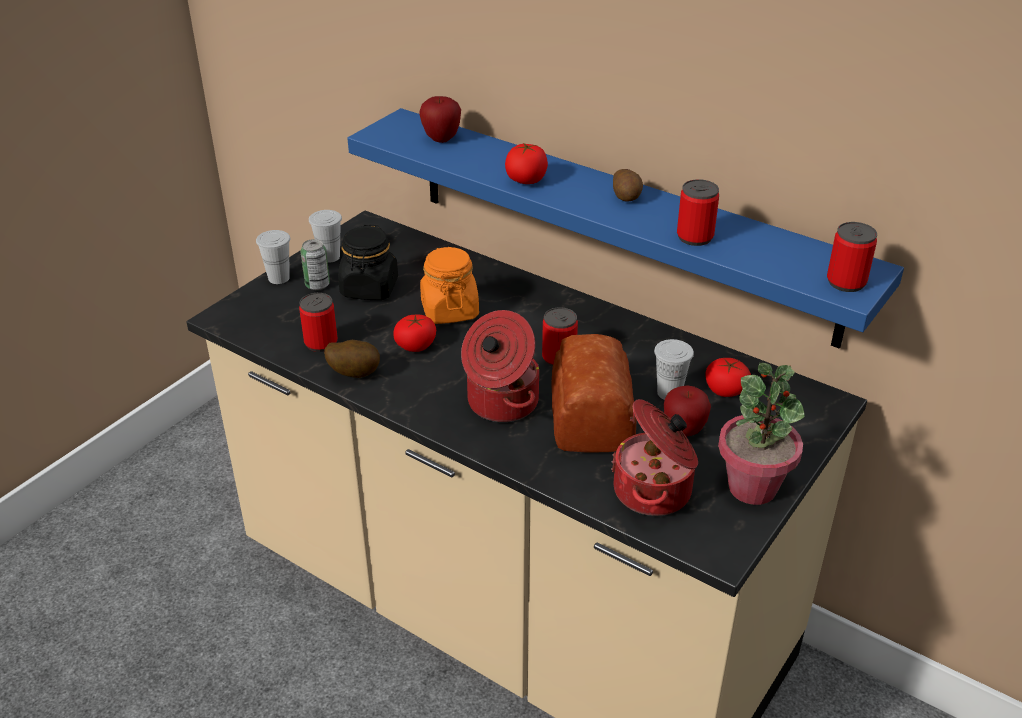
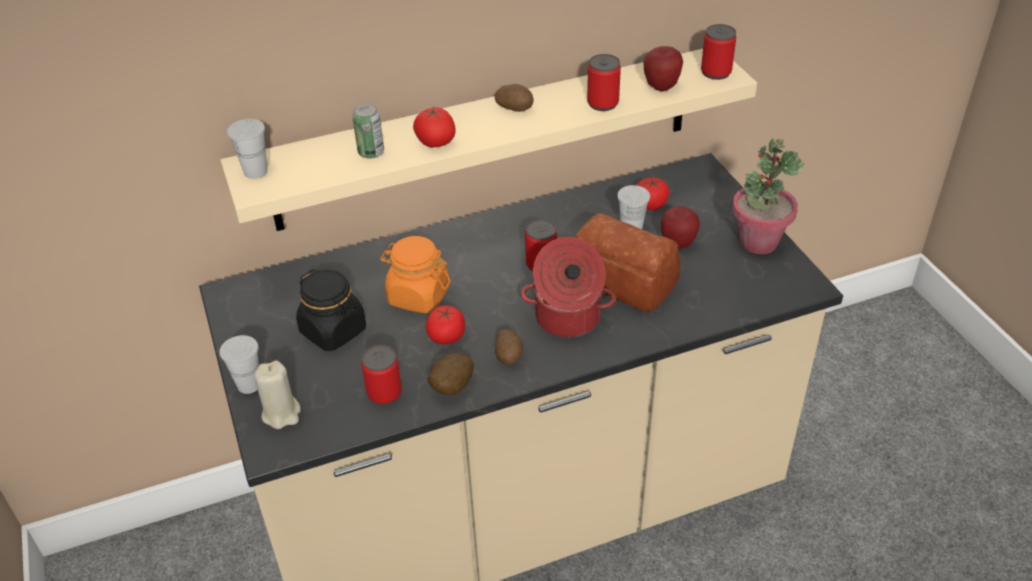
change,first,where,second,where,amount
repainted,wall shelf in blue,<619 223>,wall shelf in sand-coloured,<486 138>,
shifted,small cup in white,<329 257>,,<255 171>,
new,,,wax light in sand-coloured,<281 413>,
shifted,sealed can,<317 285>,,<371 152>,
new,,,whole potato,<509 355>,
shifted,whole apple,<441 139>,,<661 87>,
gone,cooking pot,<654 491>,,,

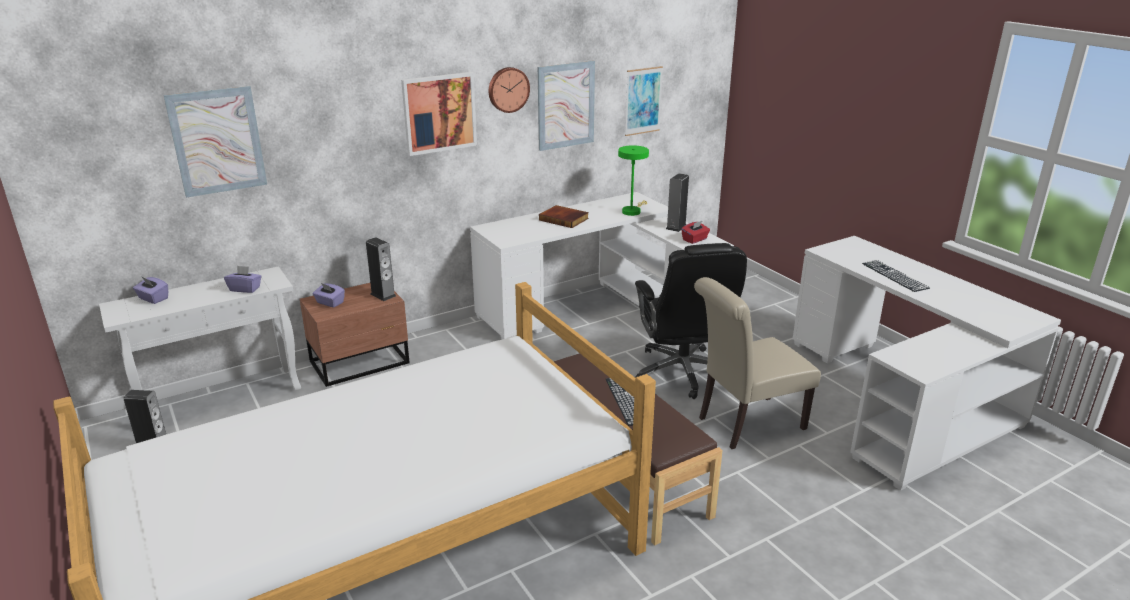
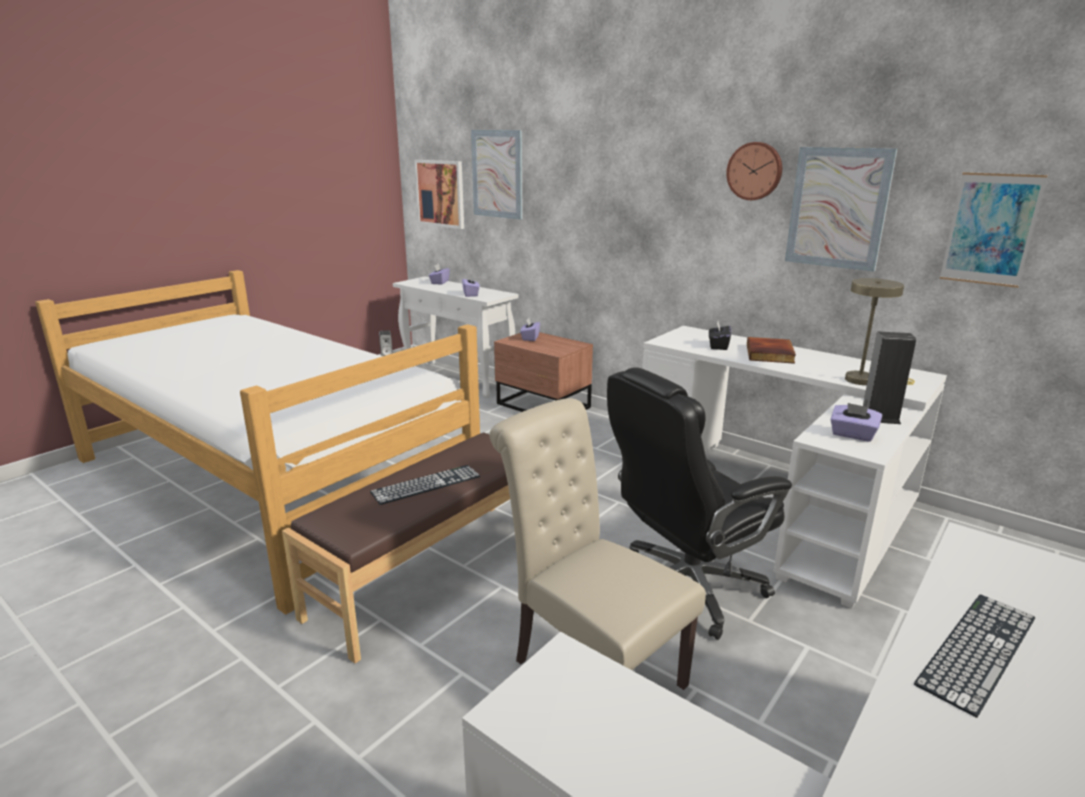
change,first,where,second,where,amount
shifted,picture,<439 113>,,<440 193>,
new,,,tissue holder in black-coloured,<718 346>,
repainted,tissue holder in red-coloured,<695 240>,tissue holder in purple-coloured,<852 435>,
repainted,lamp for a table in greenish,<632 211>,lamp for a table in sand-coloured,<865 380>,
gone,loudspeaker,<383 295>,,,

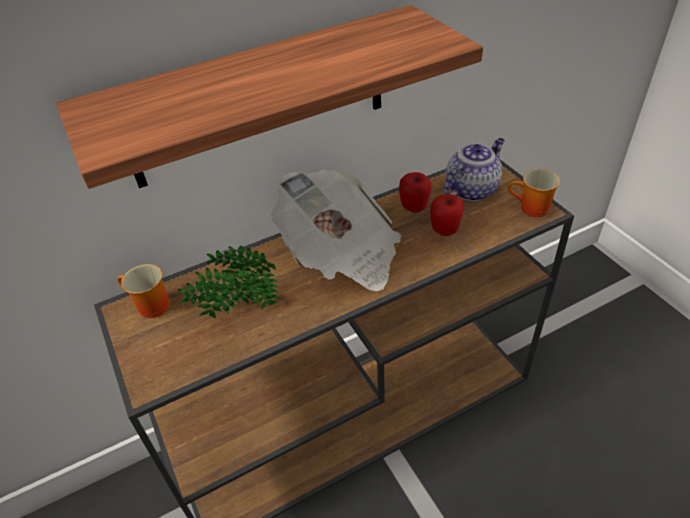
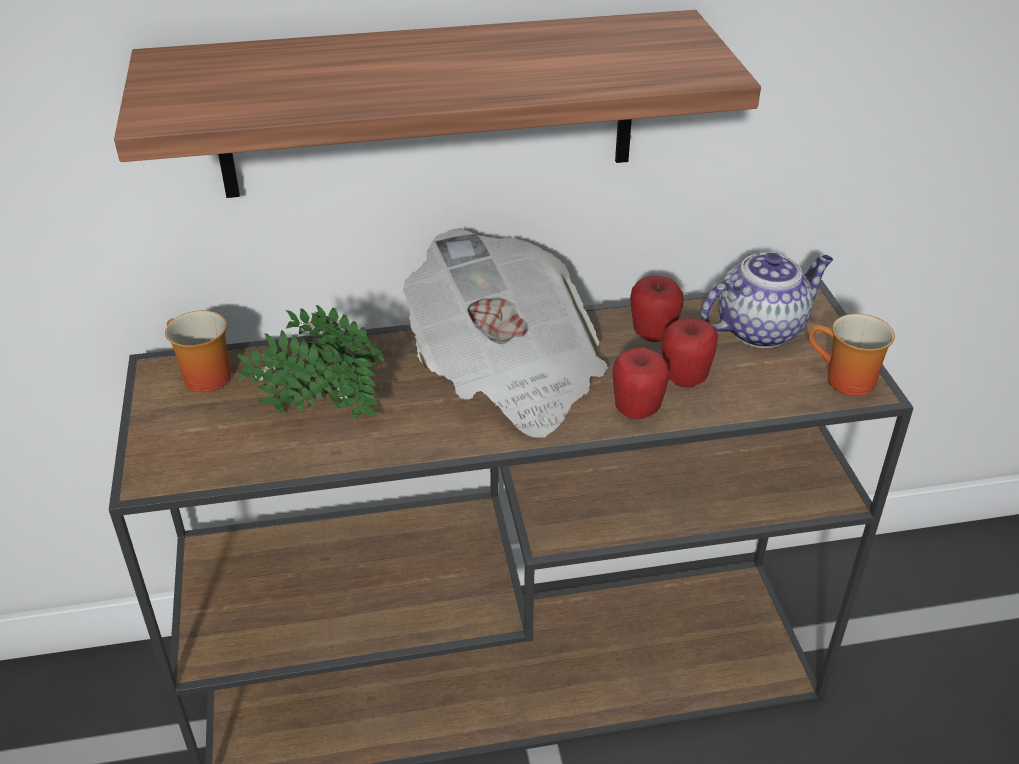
change,first,where,second,where,amount
new,,,whole apple,<637 411>,

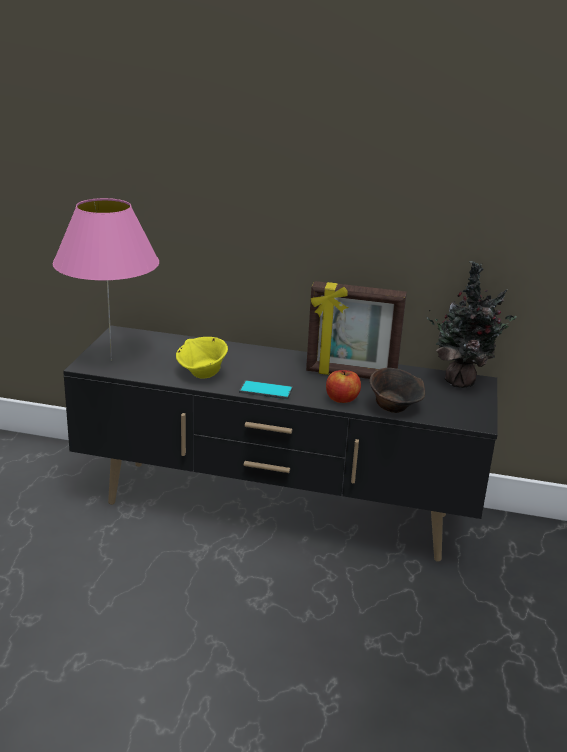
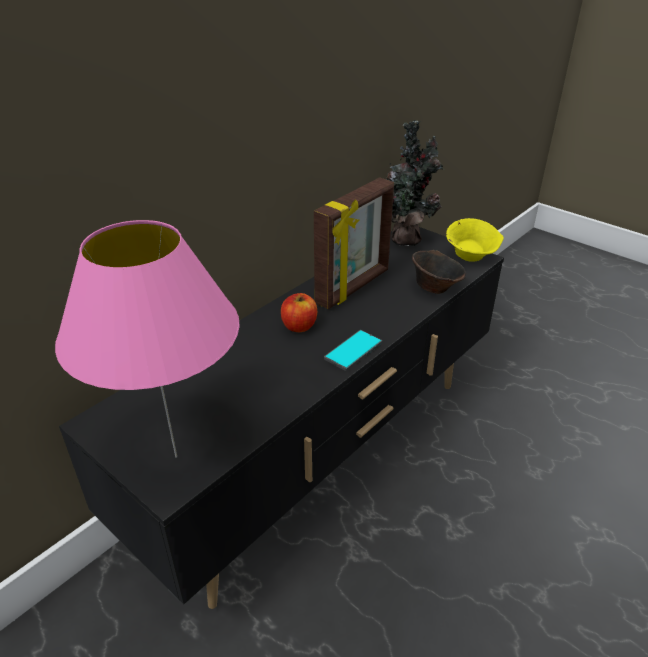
change,first,where,second,where,amount
shifted,whole apple,<342 399>,,<299 326>,
shifted,deep dish in yellowish,<202 374>,,<471 257>,

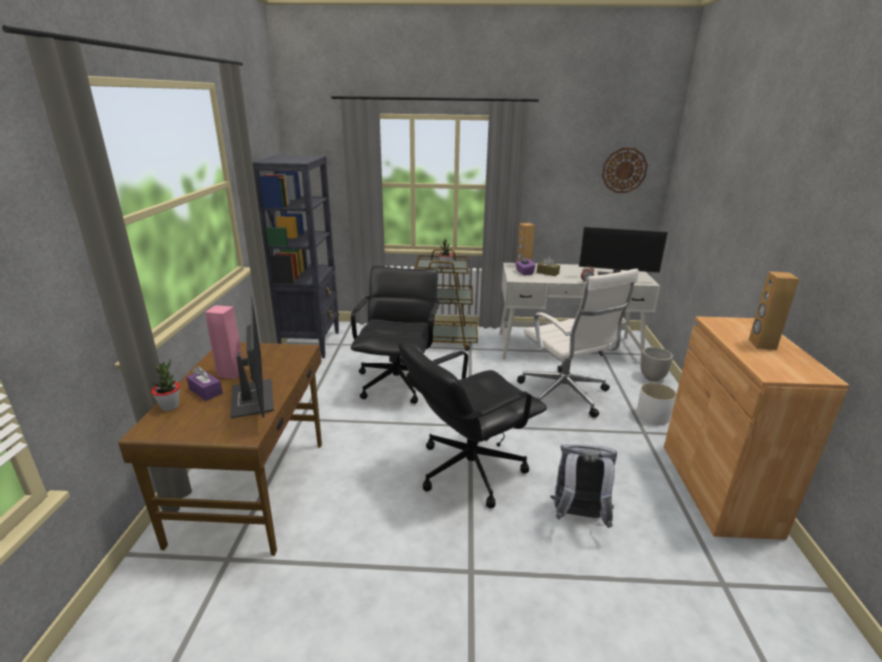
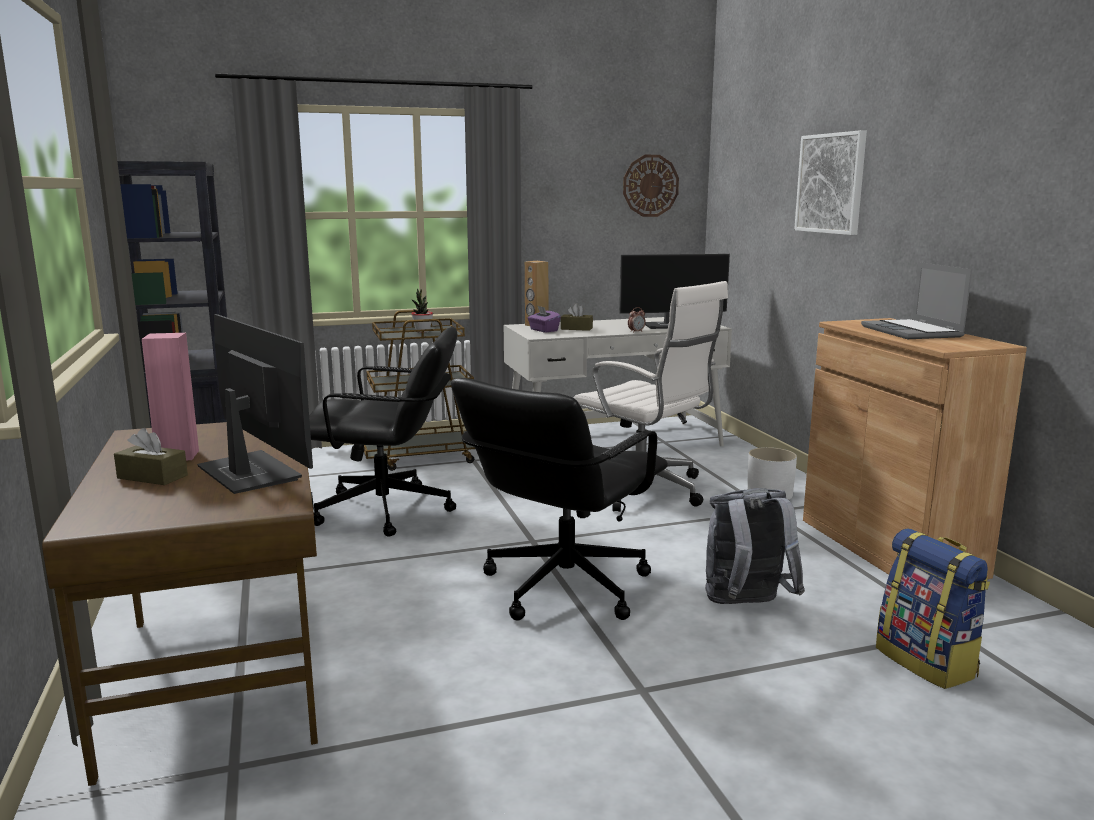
change,first,where,second,where,amount
repainted,tissue holder in purple-coloured,<206 391>,tissue holder in brownish,<152 477>,
rotated,desk chair in black-coloured,<398 382>,,<385 511>,105 degrees clockwise
new,,,picture,<831 183>,
swapped,loudspeaker in brownish,<761 344>,notebook computer,<913 332>,
new,,,rucksack,<927 662>,
gone,houseplant,<170 406>,,,
gone,plant pot,<652 377>,,,

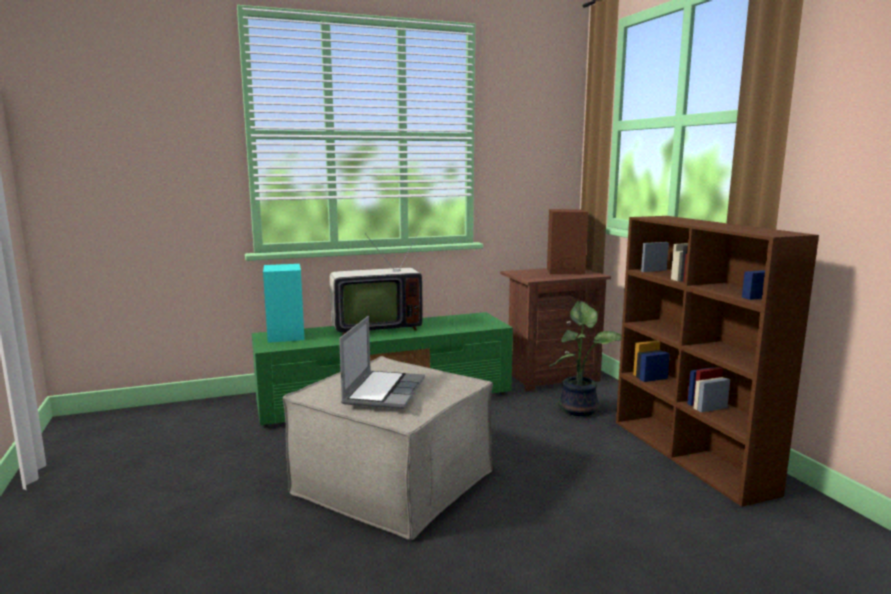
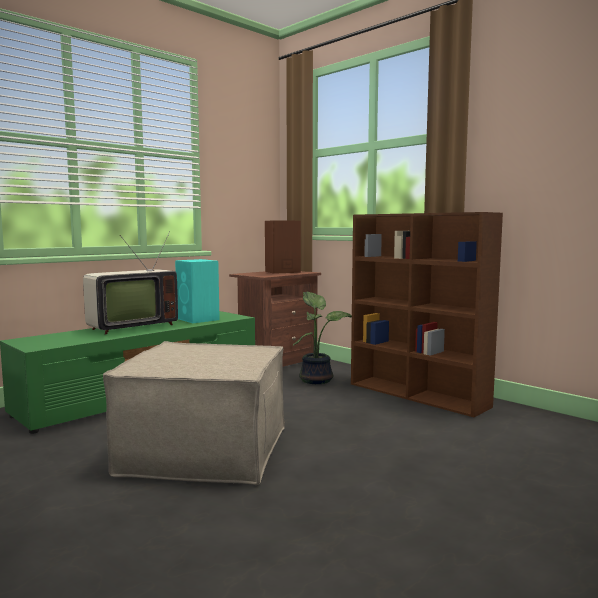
change,first,where,second,where,amount
shifted,loudspeaker in turquoise,<286 336>,,<198 319>,
gone,notebook computer,<383 391>,,,

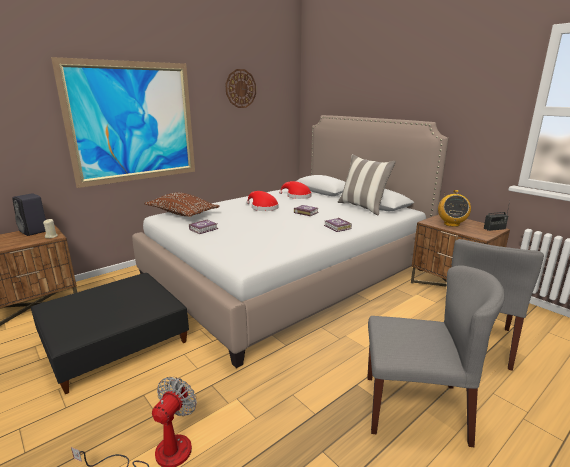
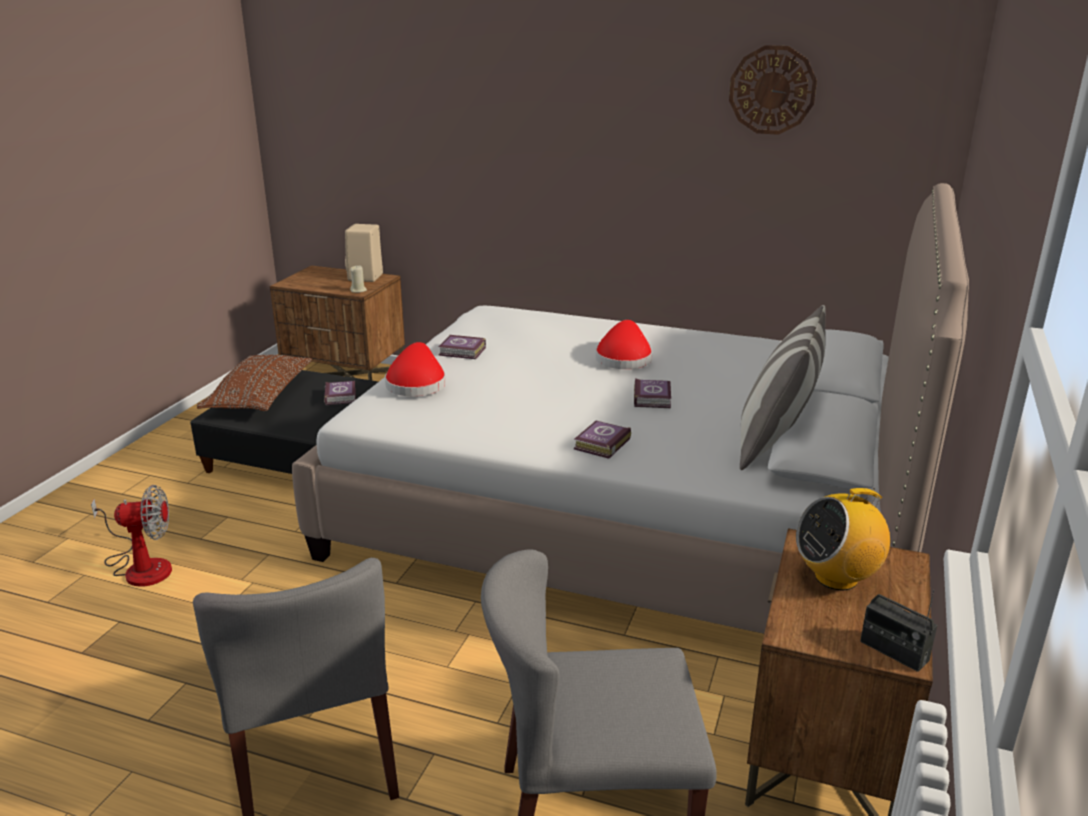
change,first,where,second,where,amount
shifted,throw pillow in brownish,<182 213>,,<259 397>,
new,,,book,<341 396>,
repainted,loudspeaker in black-coloured,<35 231>,loudspeaker in sand-coloured,<365 277>,
shifted,clothing hat in red-coloured,<297 196>,,<416 383>,
gone,picture,<133 122>,,,

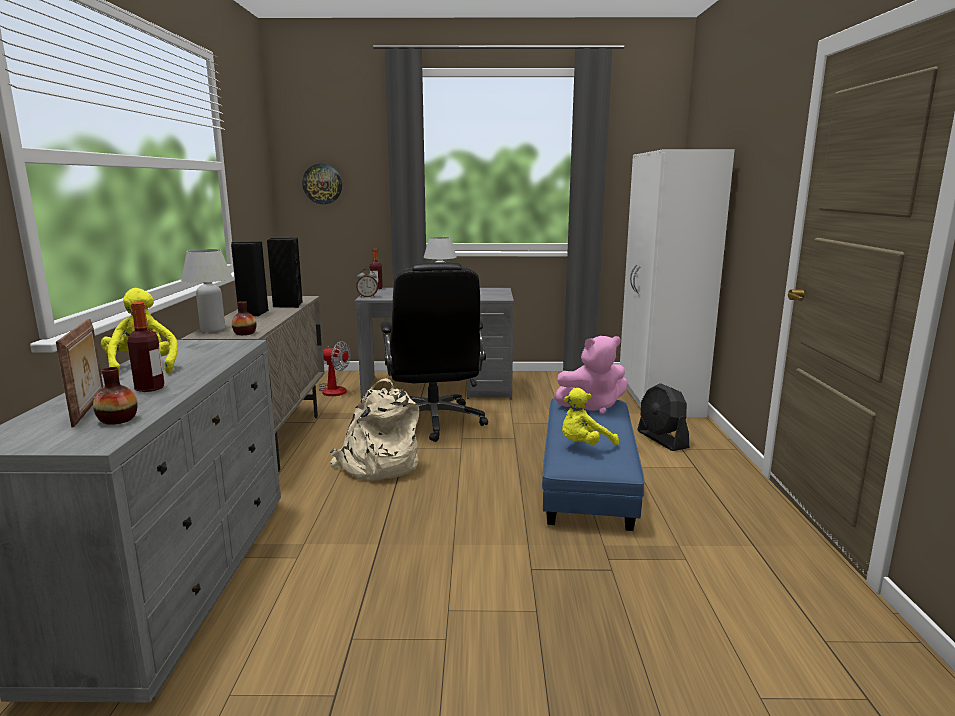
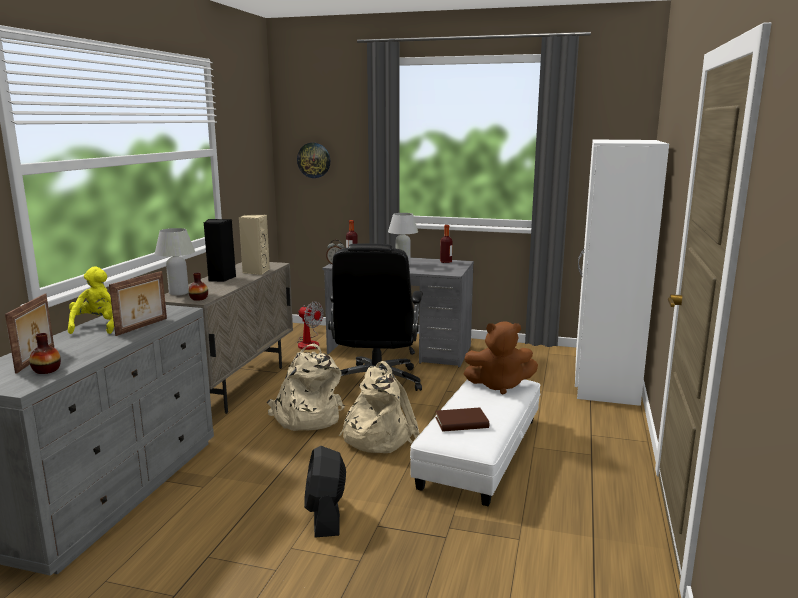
change,first,where,second,where,amount
new,,,picture frame,<143 327>,
repainted,loudspeaker in black-coloured,<288 305>,loudspeaker in sand-coloured,<255 271>,
shifted,electric fan in black-coloured,<662 439>,,<325 515>,
new,,,rucksack in sand-coloured,<377 437>,
repainted,ottoman in blue,<588 478>,ottoman in white,<480 452>,
swapped,plush toy in yellowish,<584 445>,book in brownish,<461 423>,
shifted,drink bottle,<150 388>,,<446 262>,
repainted,plush toy in pinkish,<592 406>,plush toy in brownish,<499 385>,

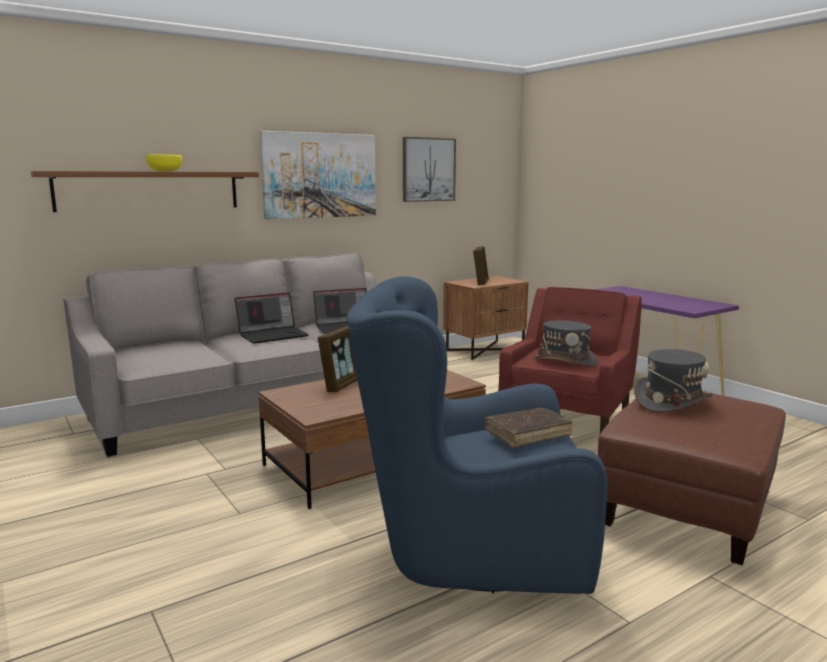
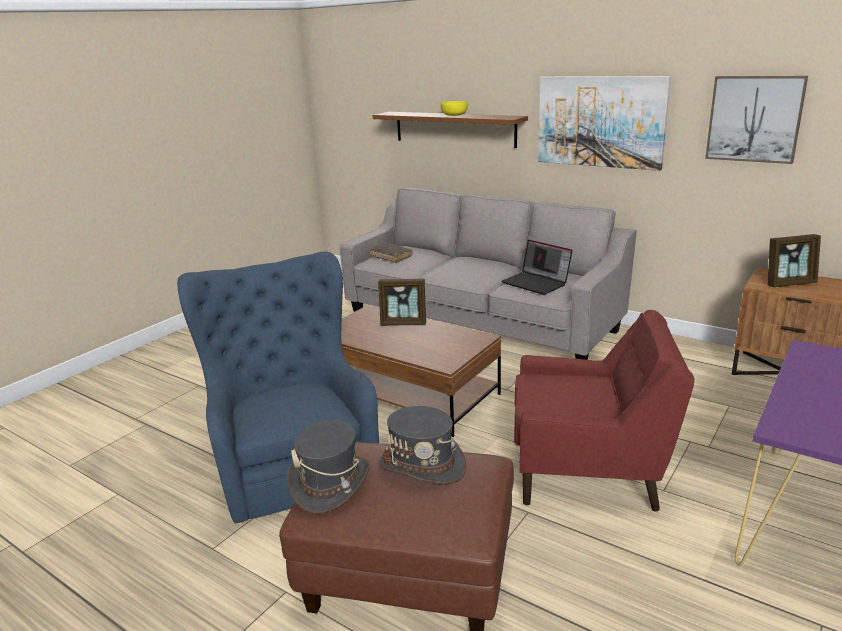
change,first,where,second,where,amount
shifted,clothing hat in gray,<565 361>,,<330 483>,
shifted,book in brownish,<527 434>,,<391 257>,
gone,notebook computer,<273 335>,,,

